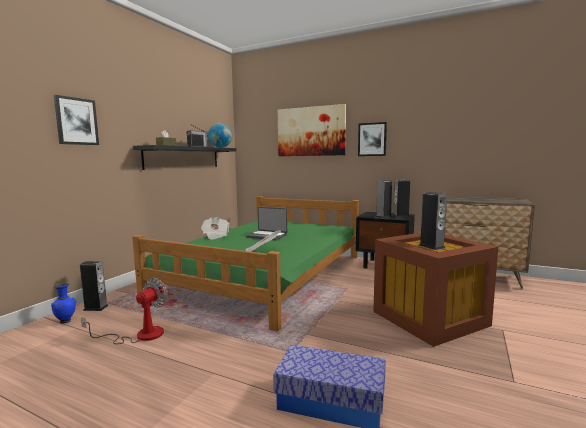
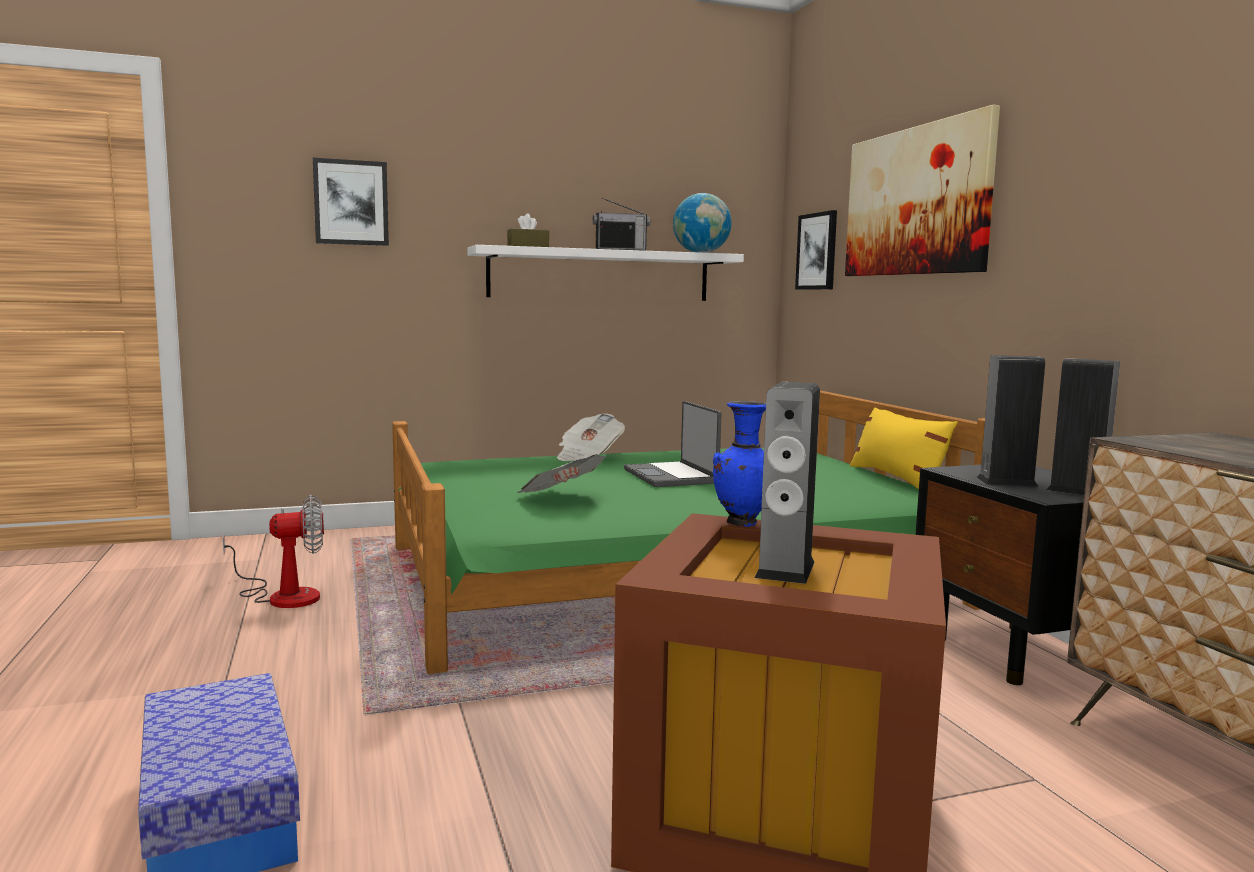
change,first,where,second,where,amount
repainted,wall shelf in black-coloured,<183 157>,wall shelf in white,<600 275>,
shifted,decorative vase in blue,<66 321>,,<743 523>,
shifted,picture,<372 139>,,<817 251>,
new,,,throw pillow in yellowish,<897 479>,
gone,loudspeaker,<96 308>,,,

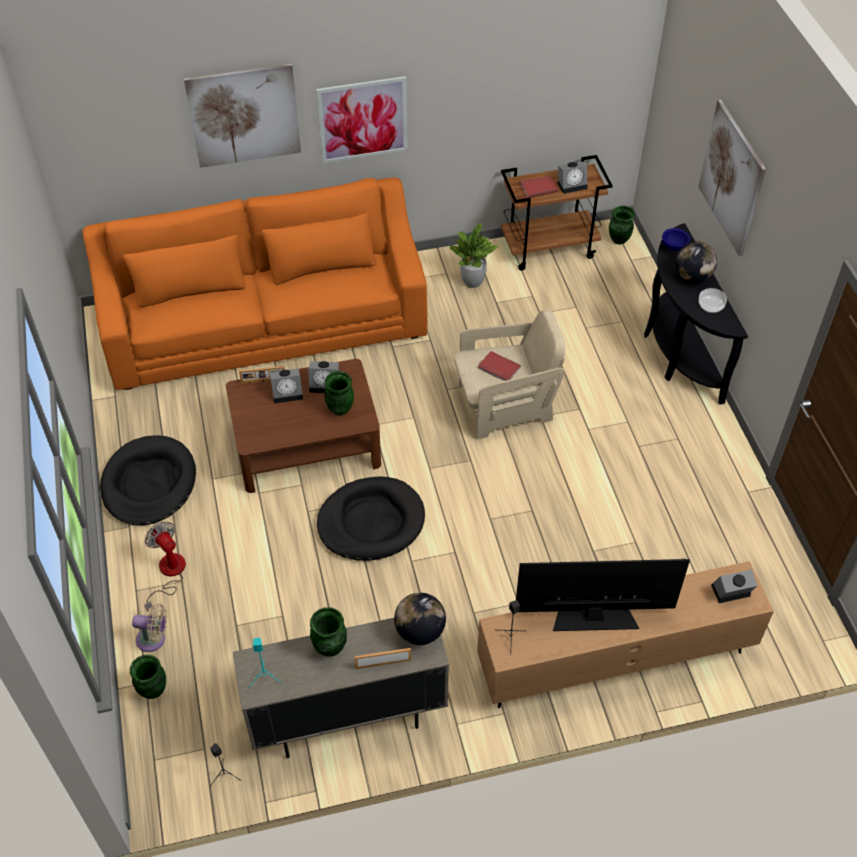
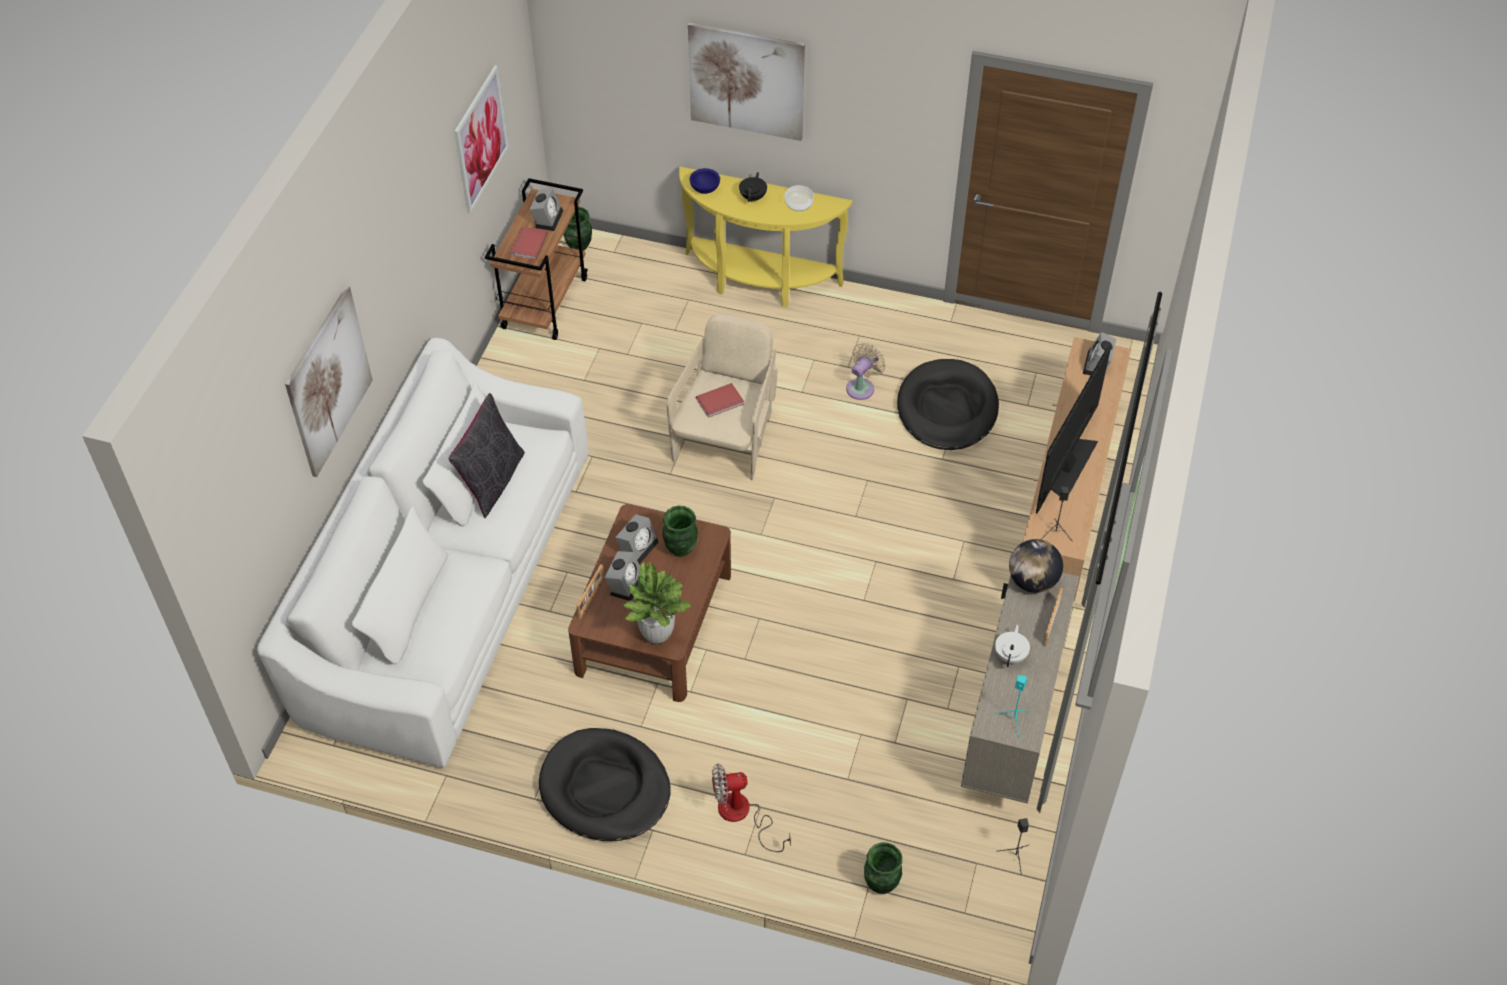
change,first,where,second,where,amount
repainted,settee in orangey,<265 321>,settee in white,<447 586>,
new,,,throw pillow in black-coloured,<492 481>,
shifted,picture,<363 120>,,<481 139>,
shifted,houseplant,<472 282>,,<657 634>,
repainted,hall table in black-coloured,<677 352>,hall table in yellowish,<758 282>,
swapped,globe,<692 277>,tea pot in black-coloured,<753 197>,
shifted,electric fan in sand-coloured,<154 639>,,<862 387>,
shifted,dog cushion in black-coloured,<371 522>,,<947 409>,
swapped,decorative vase in greenish,<330 647>,tea pot in white,<1010 656>,

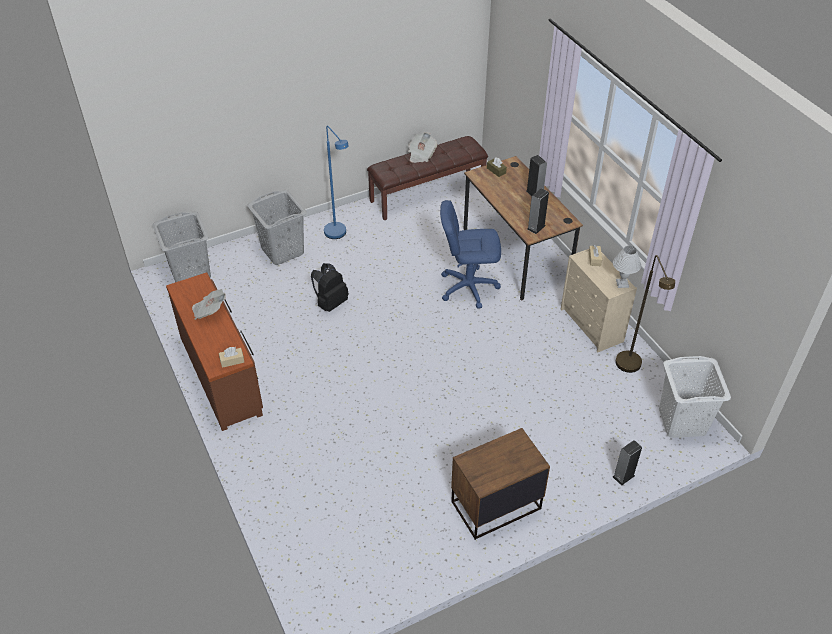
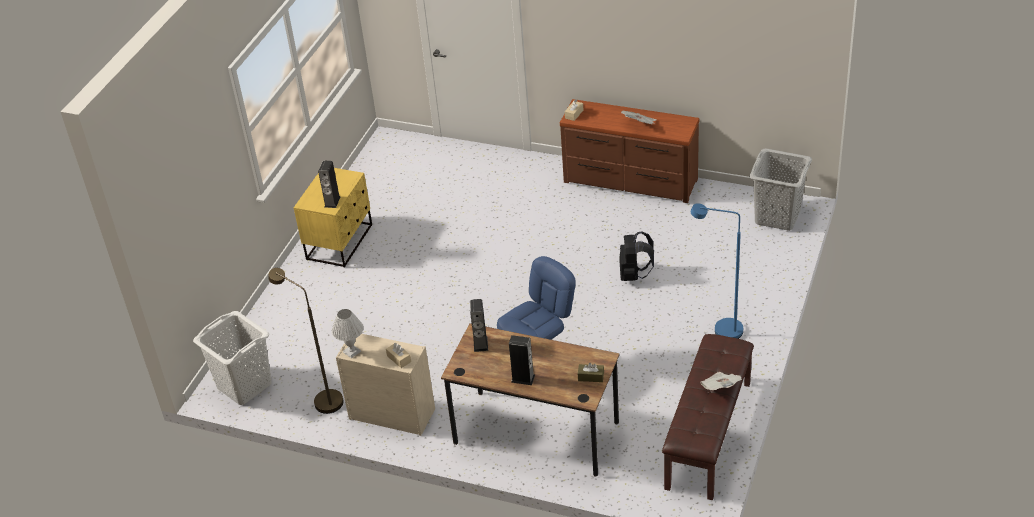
change,first,where,second,where,amount
repainted,night table in brownish,<495 505>,night table in yellowish,<340 242>,
shifted,loudspeaker,<623 476>,,<332 202>,
gone,laundry basket in gray,<283 250>,,,

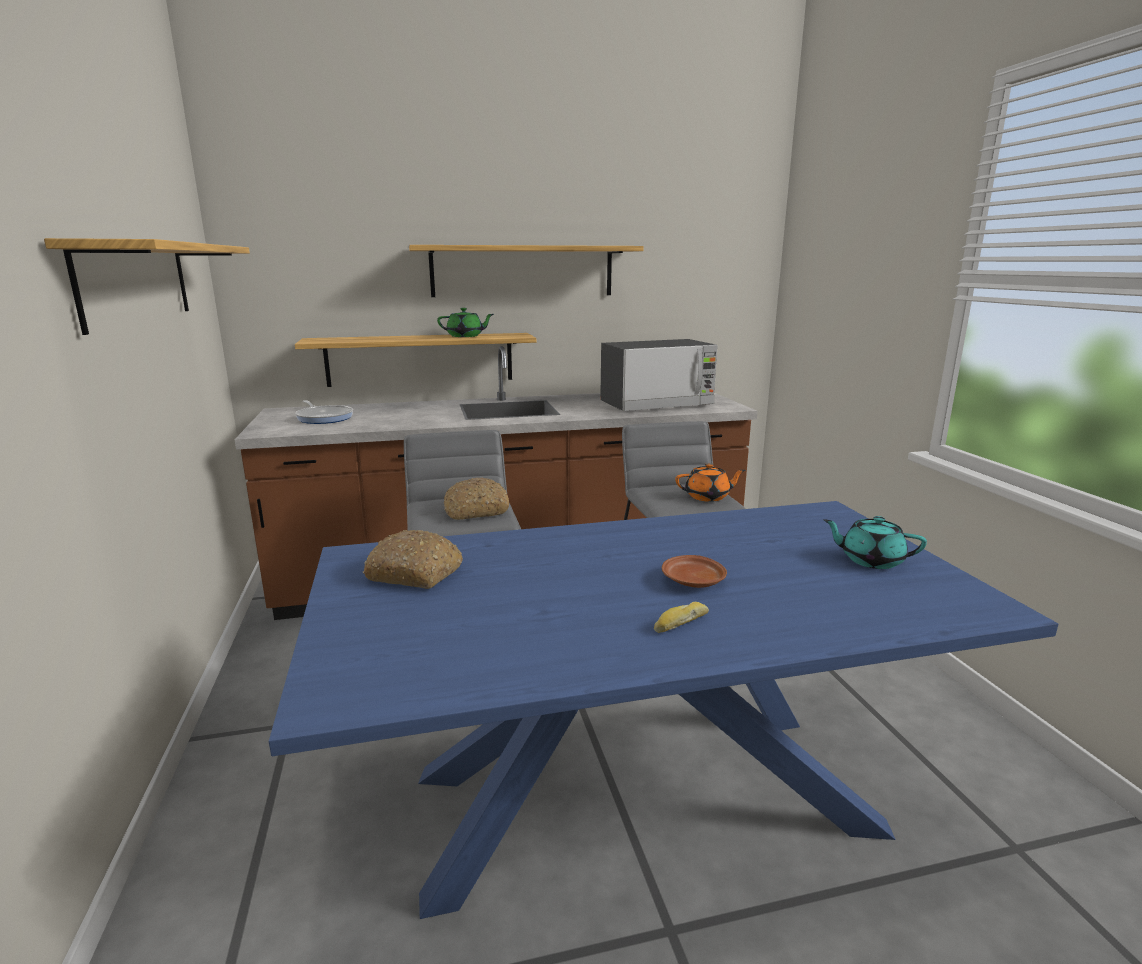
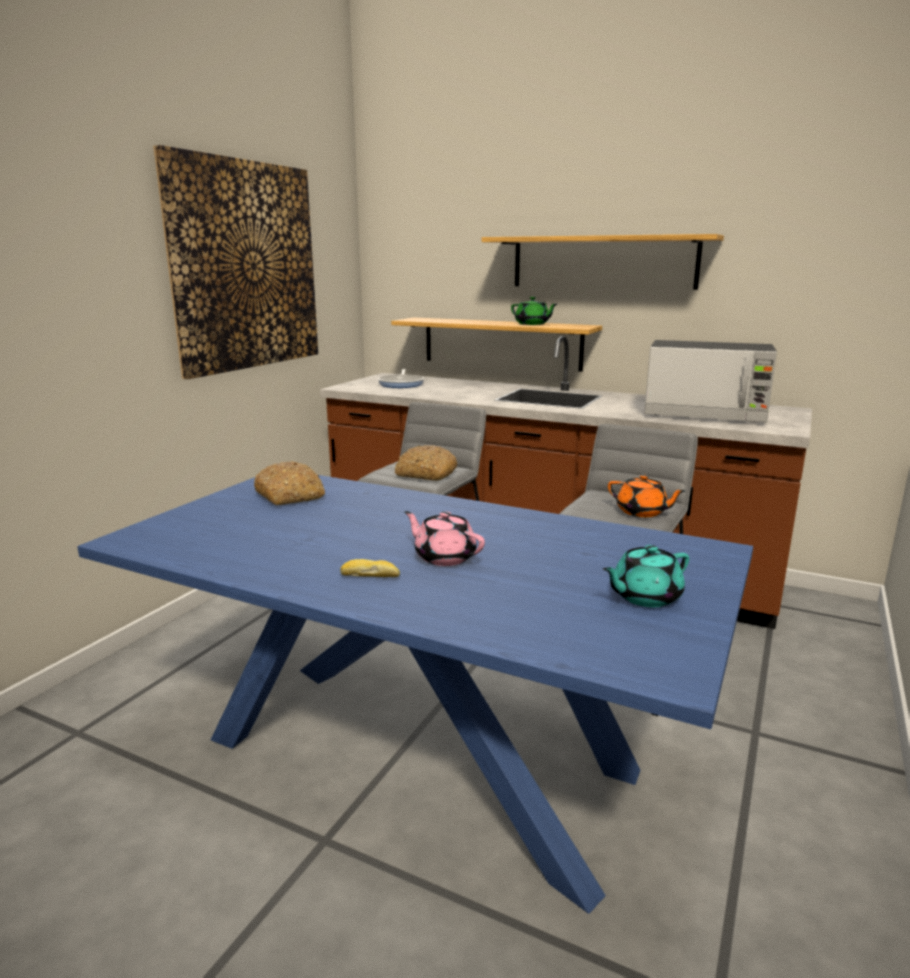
change,first,where,second,where,amount
swapped,wall shelf,<137 282>,picture,<246 266>,
swapped,dinner plate in brownish,<693 582>,tea pot in pinkish,<444 557>,
rotated,tea pot in turquoise,<870 560>,,<644 597>,90 degrees counterclockwise

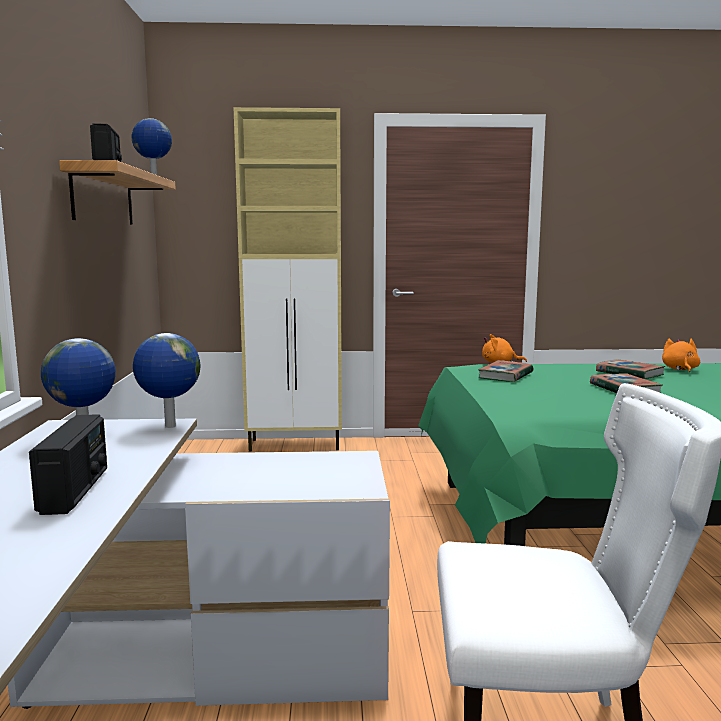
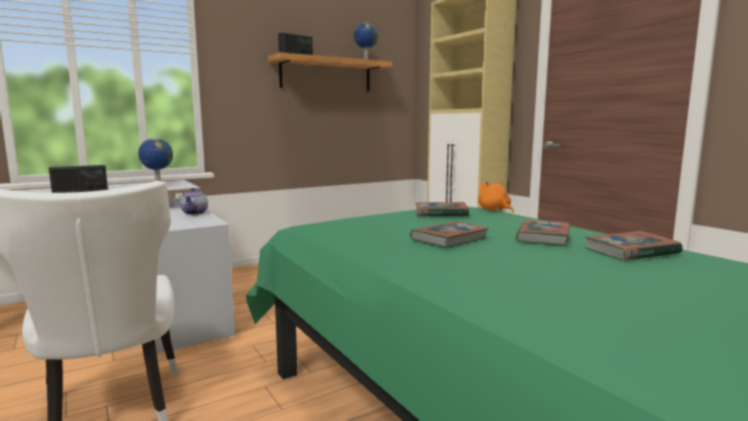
change,first,where,second,where,amount
new,,,tea pot,<195 213>,
swapped,plush toy in orangey,<679 369>,book,<631 251>,
gone,globe,<169 426>,,,

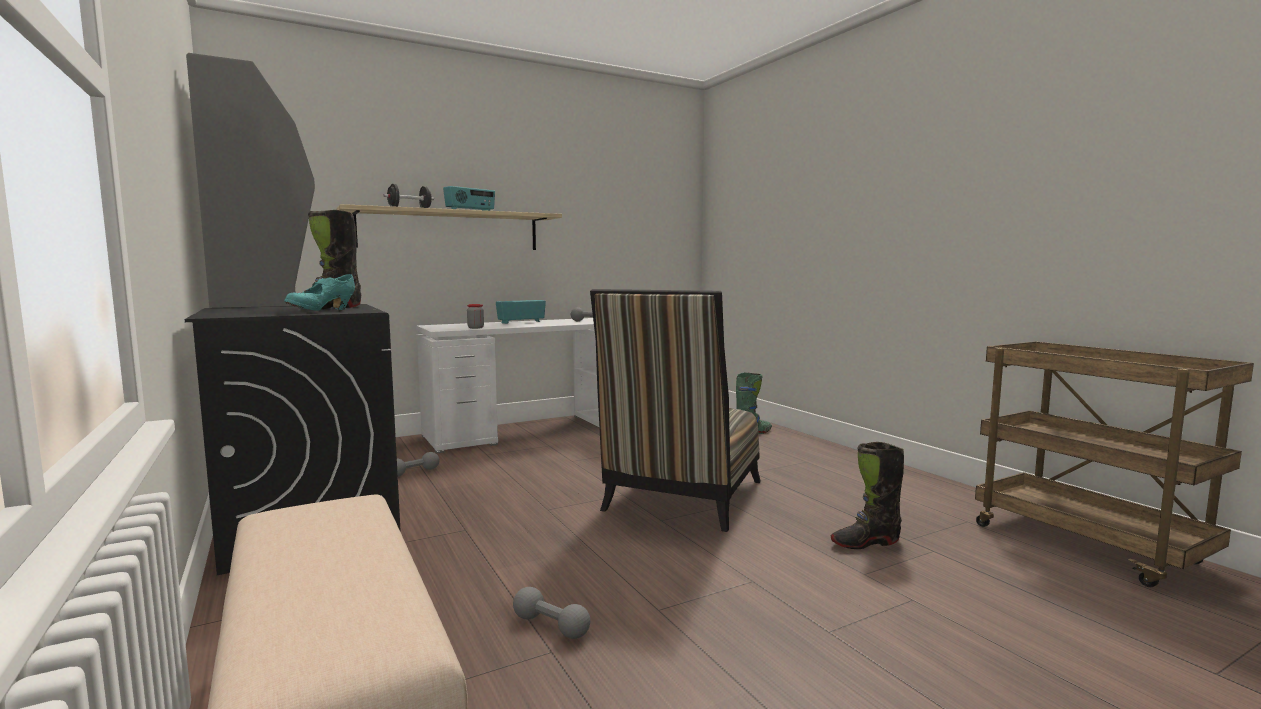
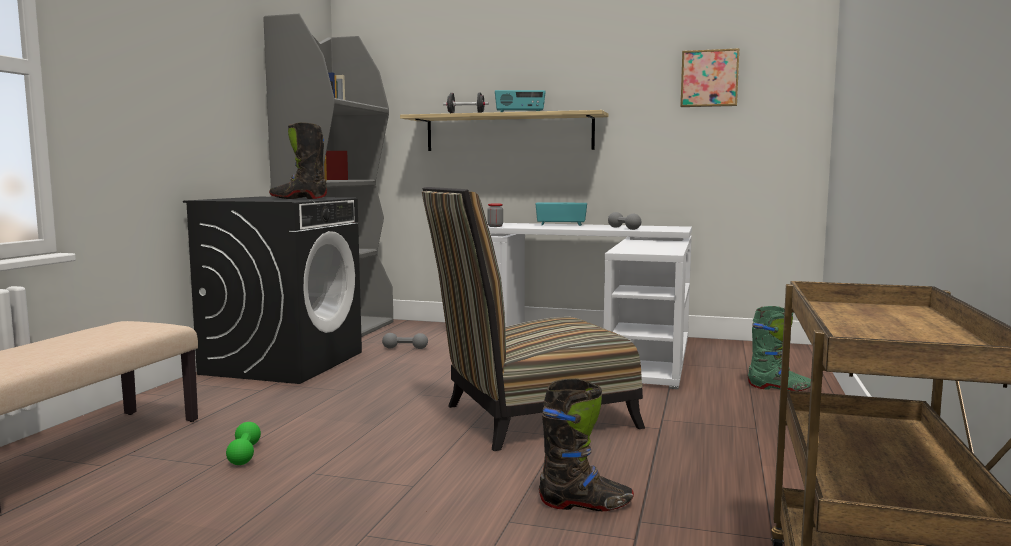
change,first,where,second,where,amount
repainted,free weight in gray,<551 626>,free weight in greenish,<244 454>,
rotated,boot in black-coloured,<865 543>,,<586 504>,150 degrees clockwise
new,,,picture,<709 78>,
gone,shoe in turquoise,<322 311>,,,

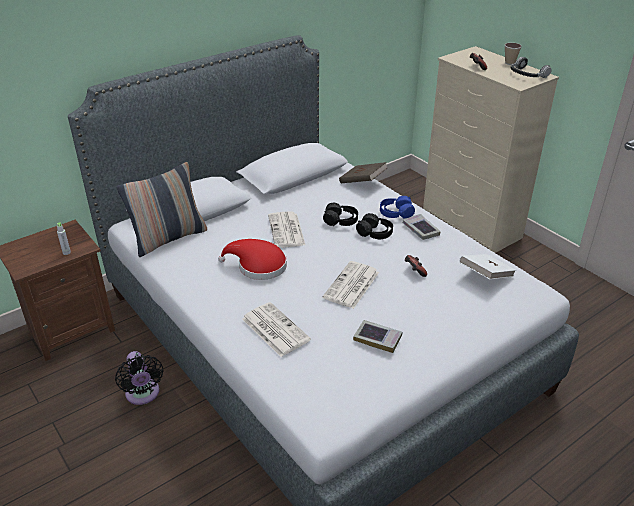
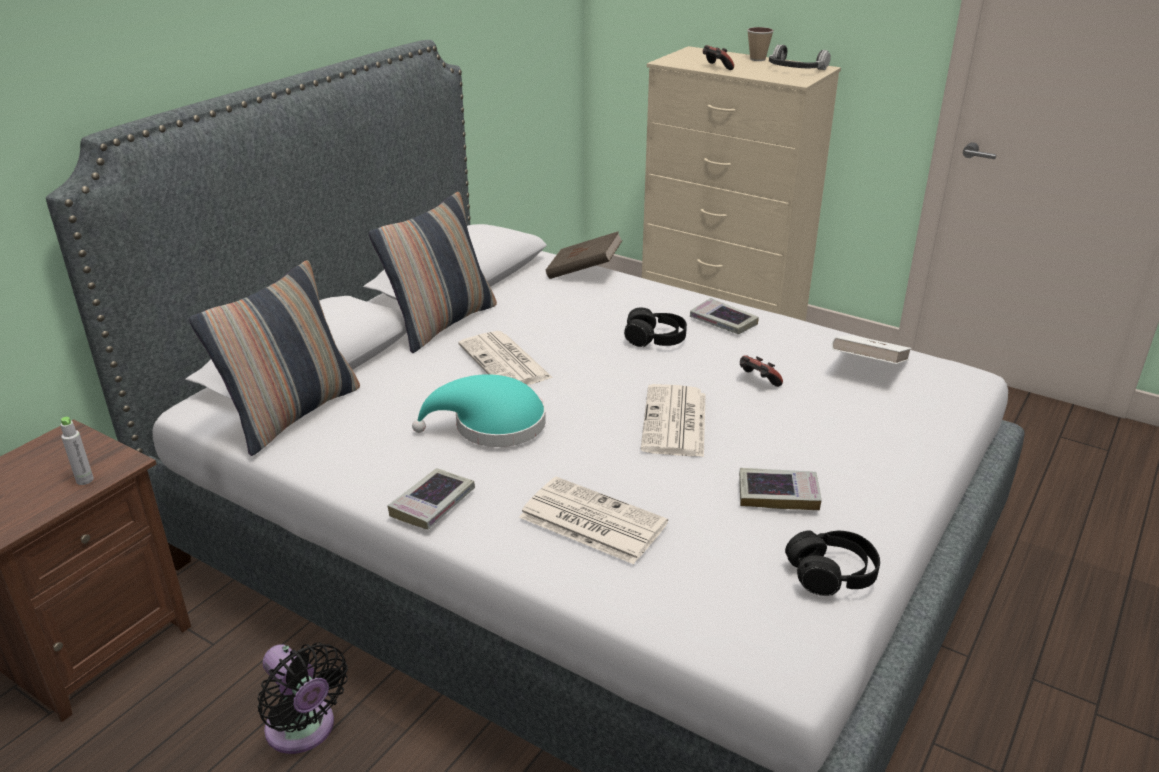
change,first,where,second,where,amount
new,,,throw pillow,<441 323>,
new,,,book,<432 504>,
repainted,clothing hat in red-coloured,<258 266>,clothing hat in turquoise,<492 426>,
shifted,headphones in black-coloured,<340 220>,,<831 574>,
gone,headphones in blue,<396 213>,,,

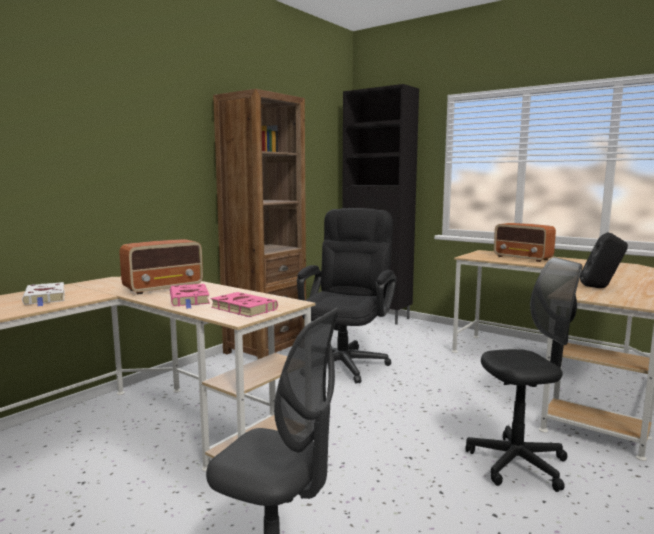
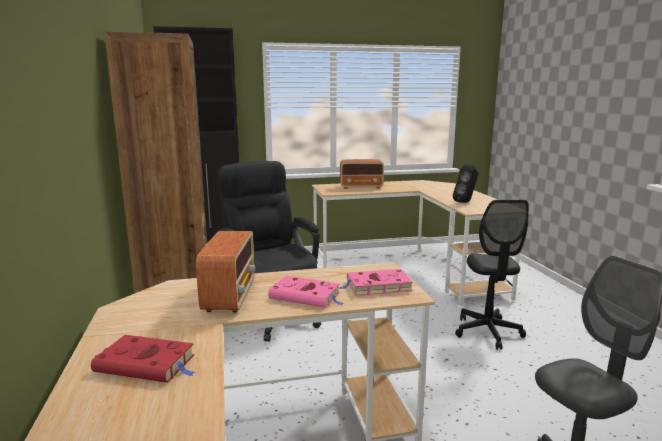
change,first,where,second,where,amount
repainted,book in white,<45 298>,book in red-coloured,<148 364>,
rotated,desk chair in black-coloured,<517 464>,,<487 332>,150 degrees clockwise

